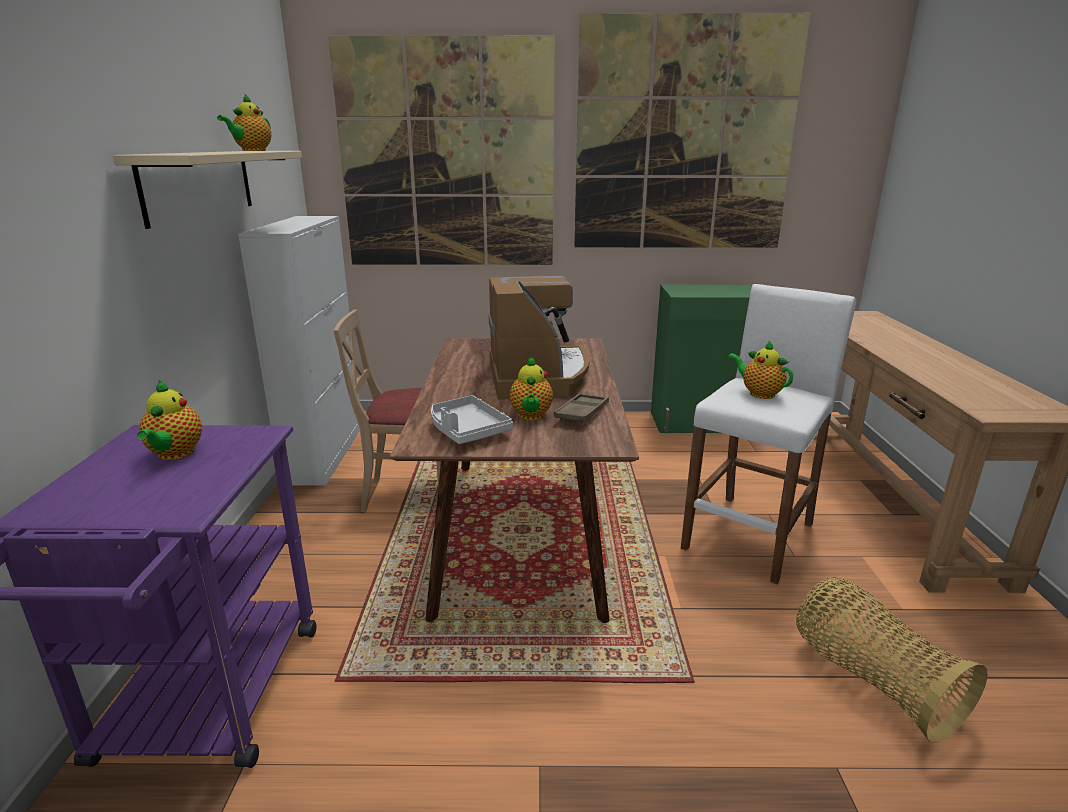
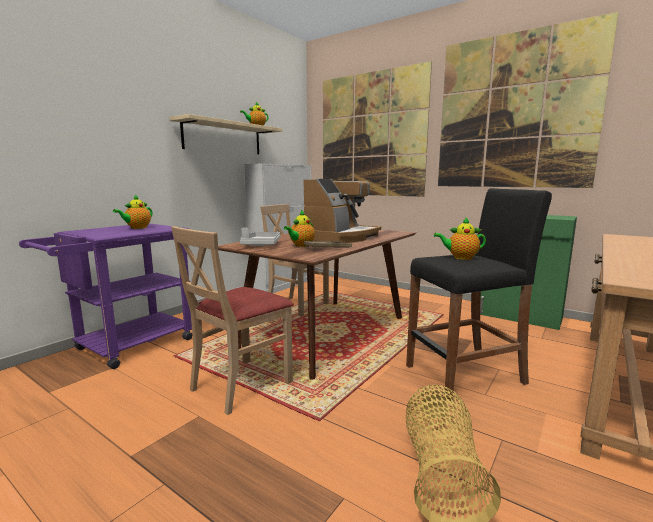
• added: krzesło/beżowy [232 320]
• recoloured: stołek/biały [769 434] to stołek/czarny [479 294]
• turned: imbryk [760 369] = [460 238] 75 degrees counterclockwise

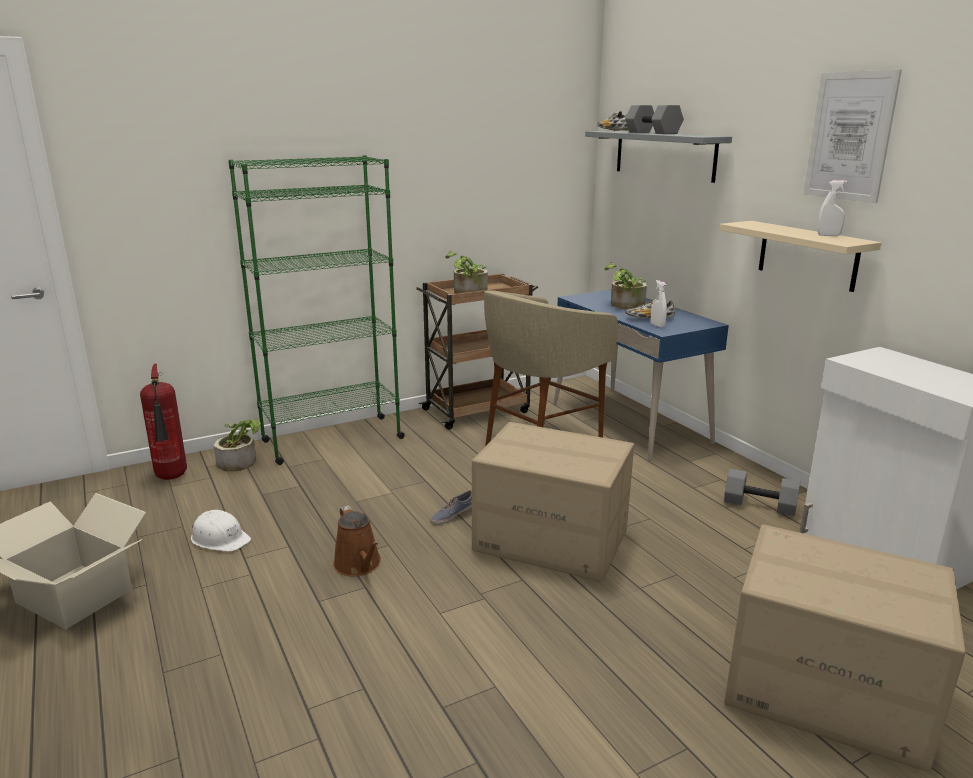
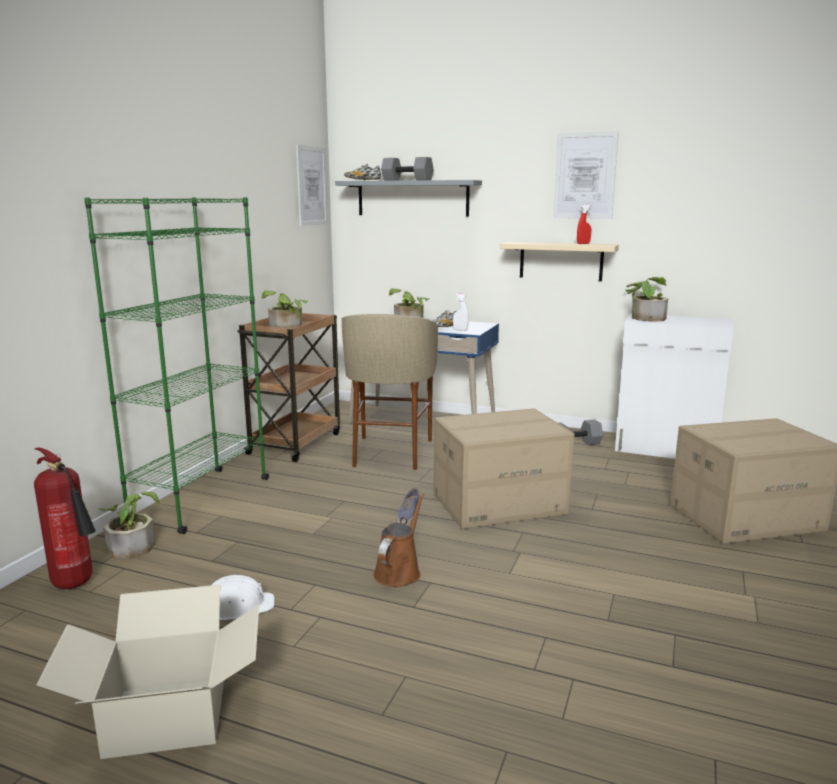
• added: obraz [312 185]
• added: roślina doniczkowa [646 299]
• recoloured: spryskiwacz/biały [832 208] to spryskiwacz/czerwony [584 224]
• turned: konewka/brązowy [357 540] = [398 540] 90 degrees counterclockwise

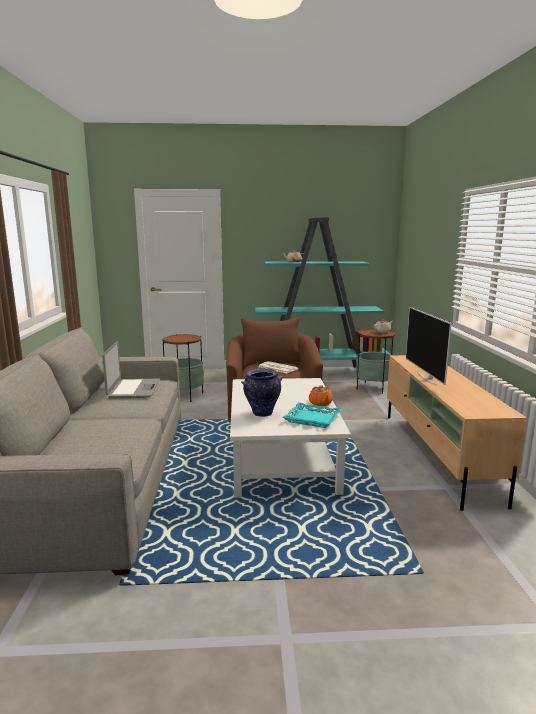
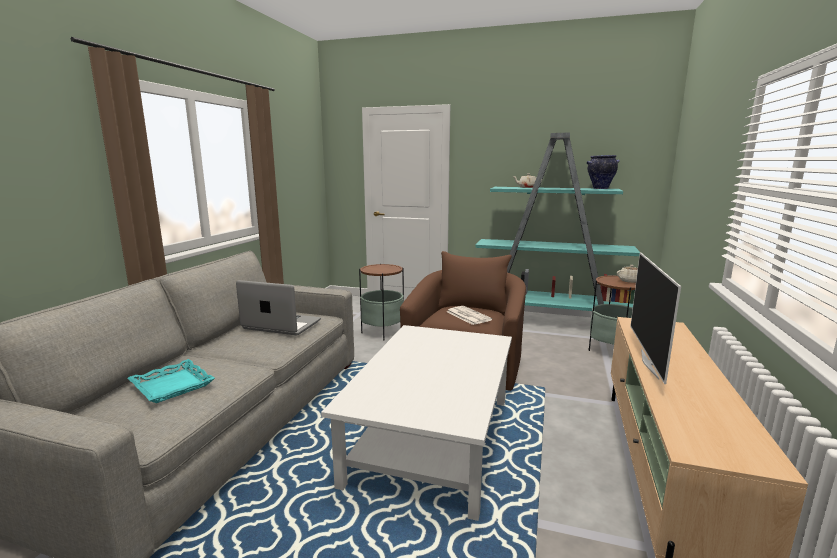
• removed: imbryk/pomarańczowy [321 395]
• moved: wazon [262 392] to [603 172]
• moved: taca/turkusowy [312 415] to [171 381]
• turned: laptop [131 369] = [278 307] 90 degrees counterclockwise

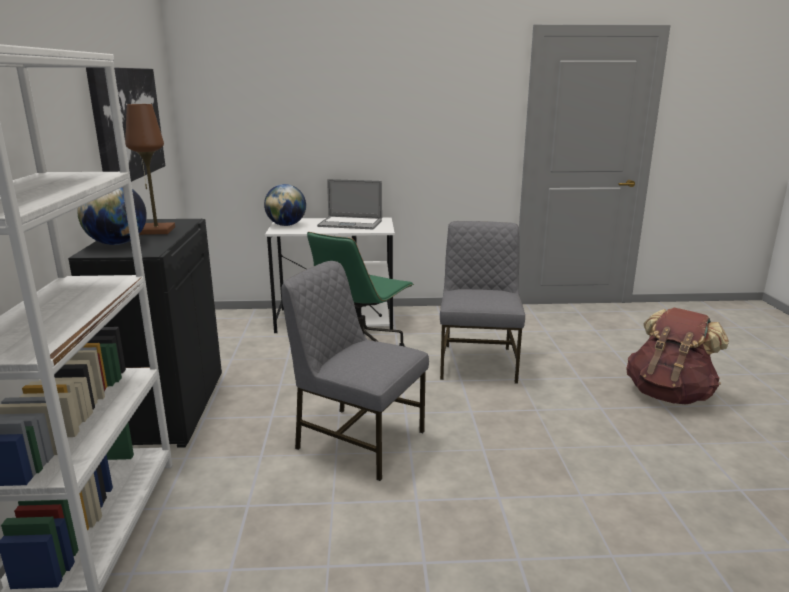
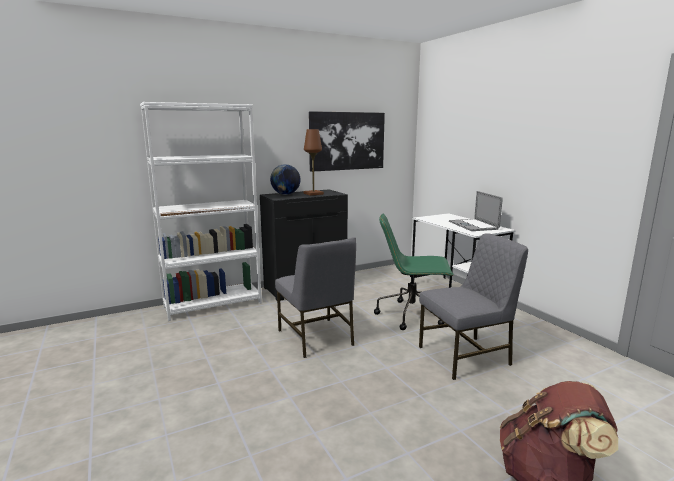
• removed: globus [285 205]
• turned: krzesło/szary [355 371] = [315 297] 150 degrees clockwise

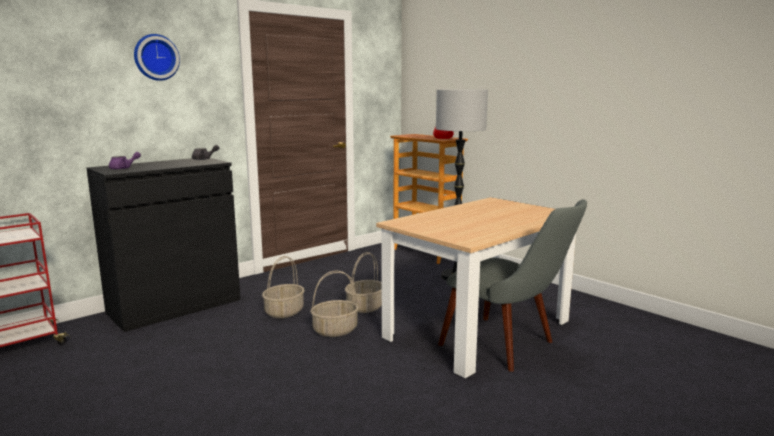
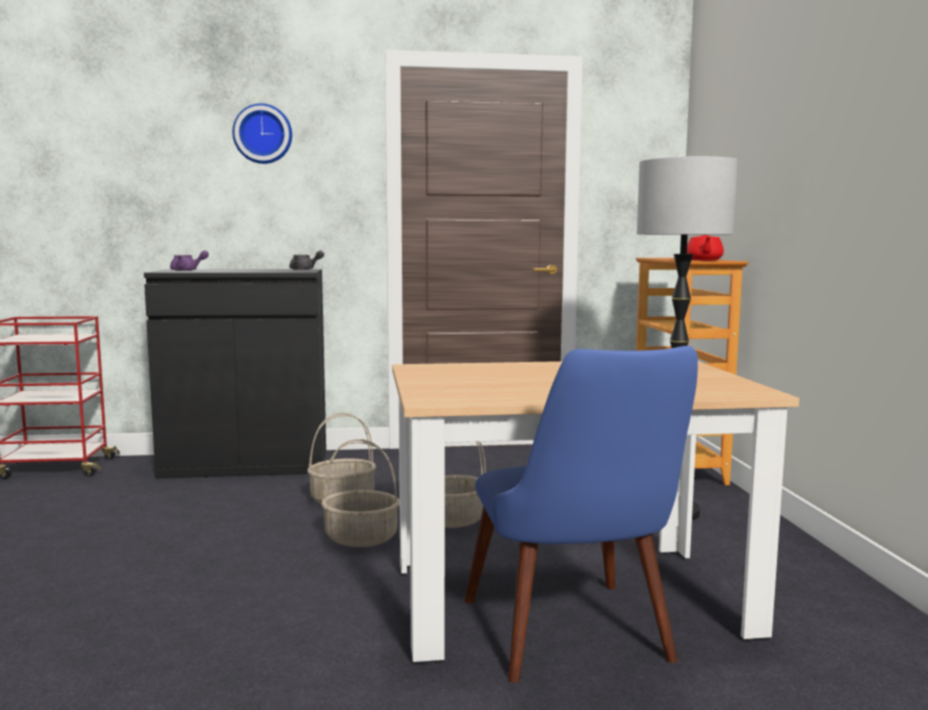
• recoloured: krzesło/szary [512 286] to krzesło/niebieski [581 514]

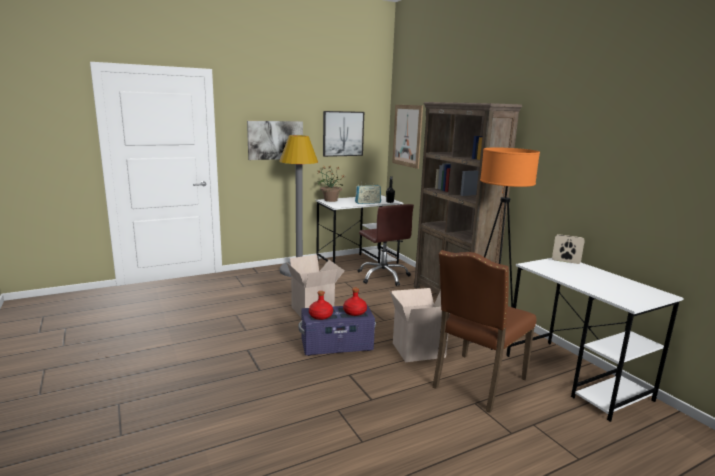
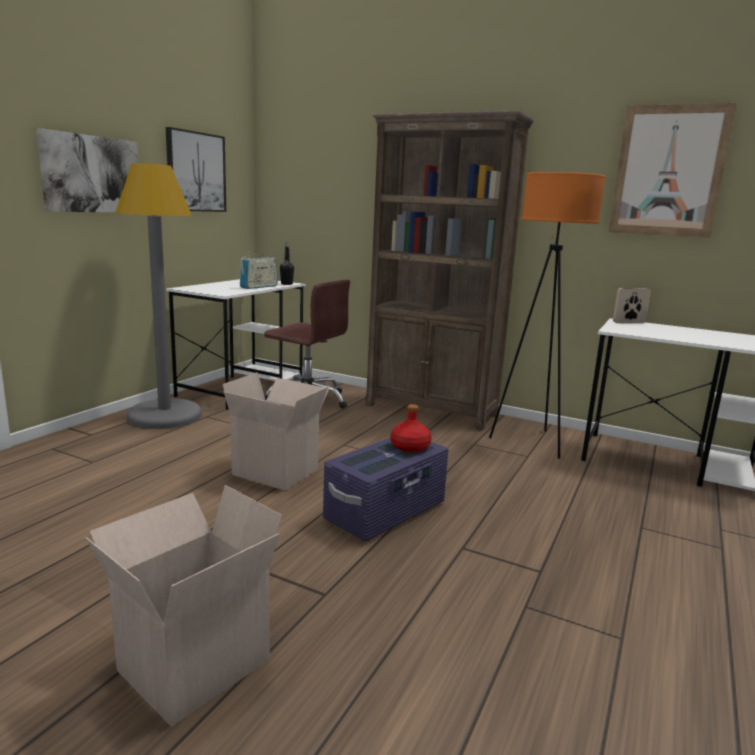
• removed: butelka/czerwony [321 305]
• removed: roślina doniczkowa [330 183]
• removed: krzesło/brązowy [484 331]
• moved: karton [419 325] to [183 606]
• moved: obraz [407 137] to [672 170]

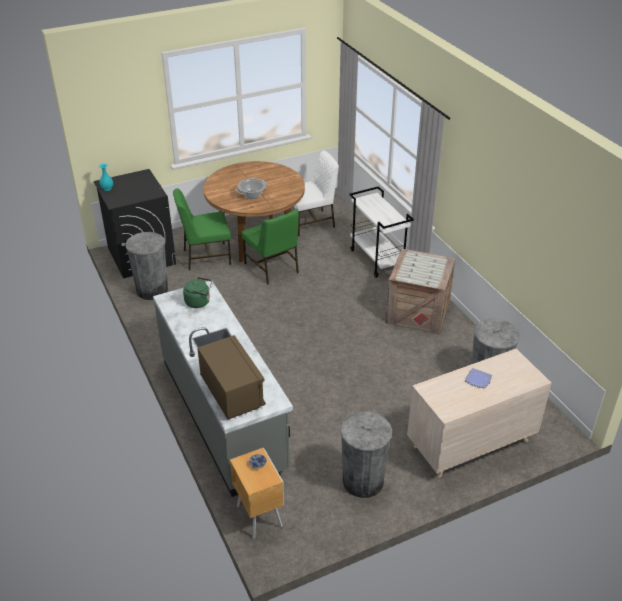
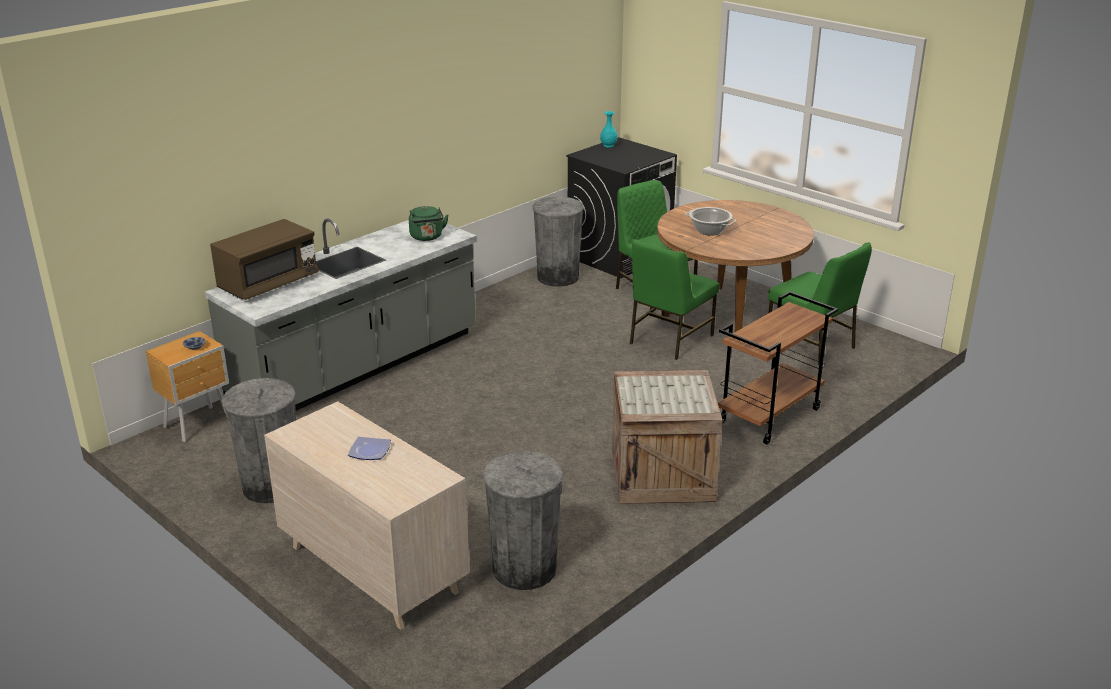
• recoloured: krzesło/biały [316 193] to krzesło/zielony [820 303]
• recoloured: wózek/biały [381 232] to wózek/brązowy [778 367]

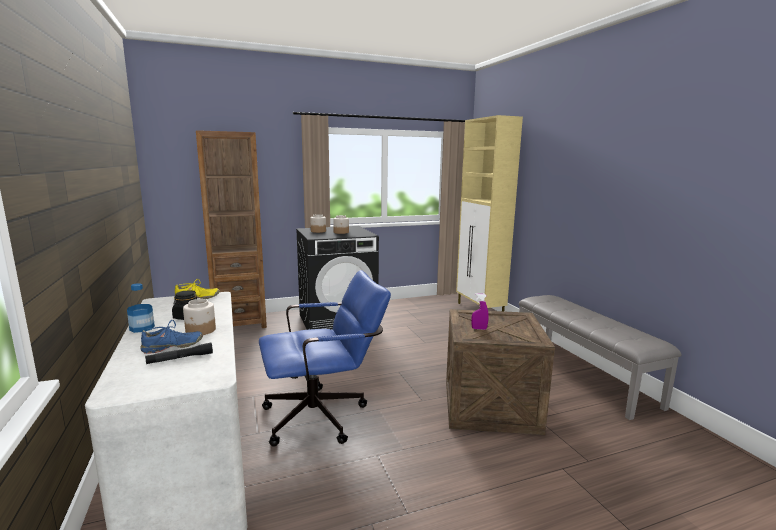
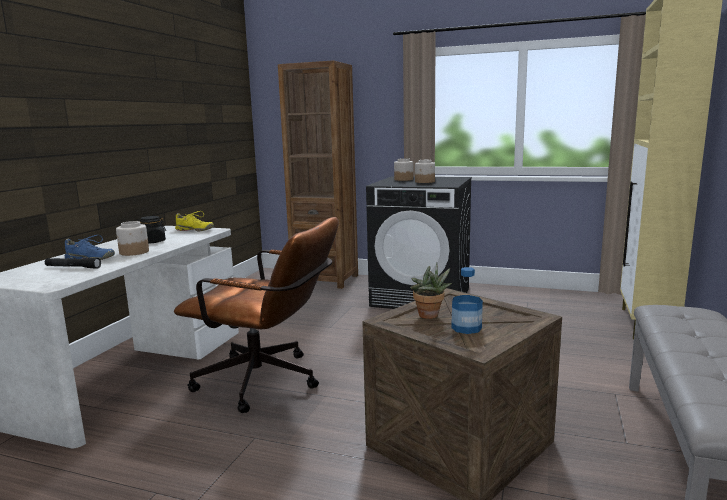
• moved: butelka [141 308] to [467 300]
• replaced: spryskiwacz/fioletowy [480 311] to roślina doniczkowa [431 291]
• recoloured: krzesło biurowe/niebieski [325 358] to krzesło biurowe/brązowy [256 315]

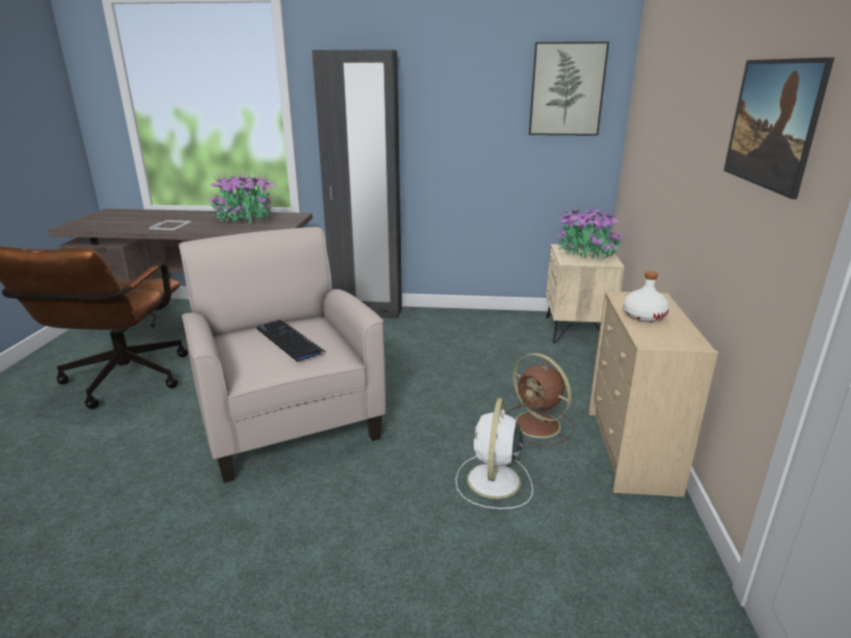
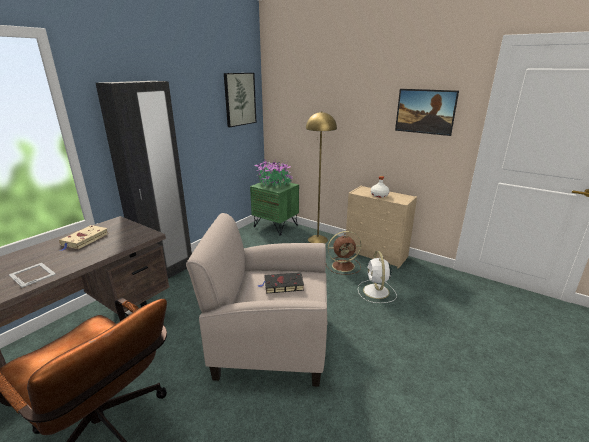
• added: lampa stojąca/żółty [321 177]
• replaced: roślina doniczkowa [241 198] to książka/beżowy [84 238]
• replaced: klawiatura [291 341] to książka/czarny [281 283]
• recoloured: szafka nocna/beżowy [585 293] to szafka nocna/zielony [274 207]
• turned: wentylator/biały [494 453] = [377 277] 45 degrees clockwise

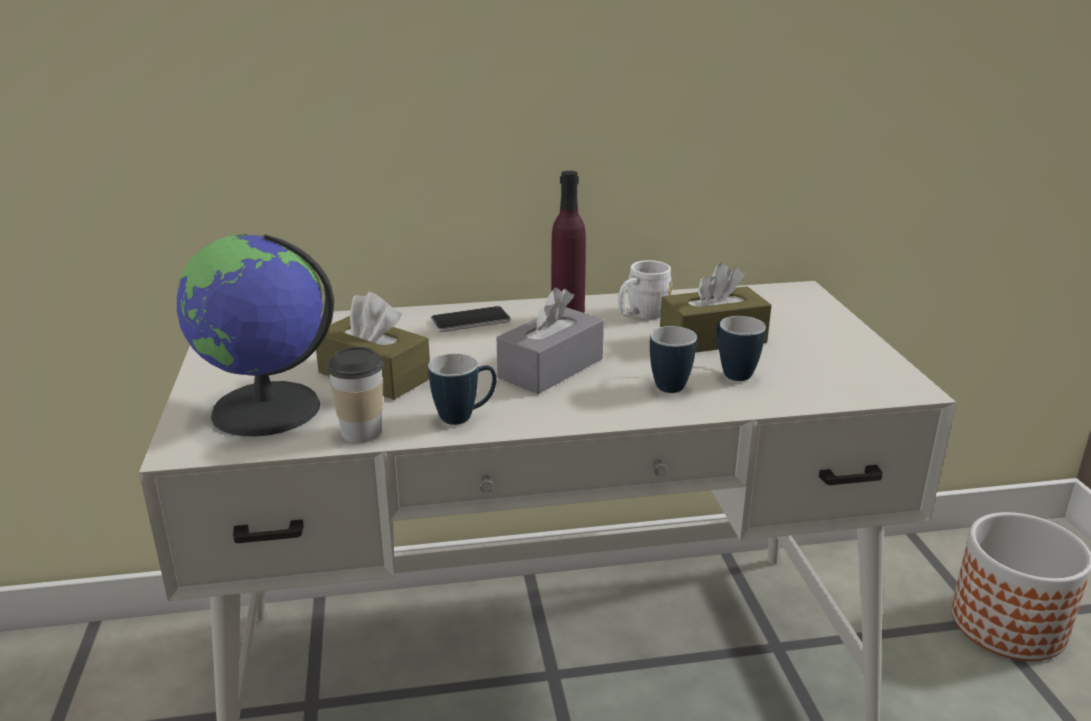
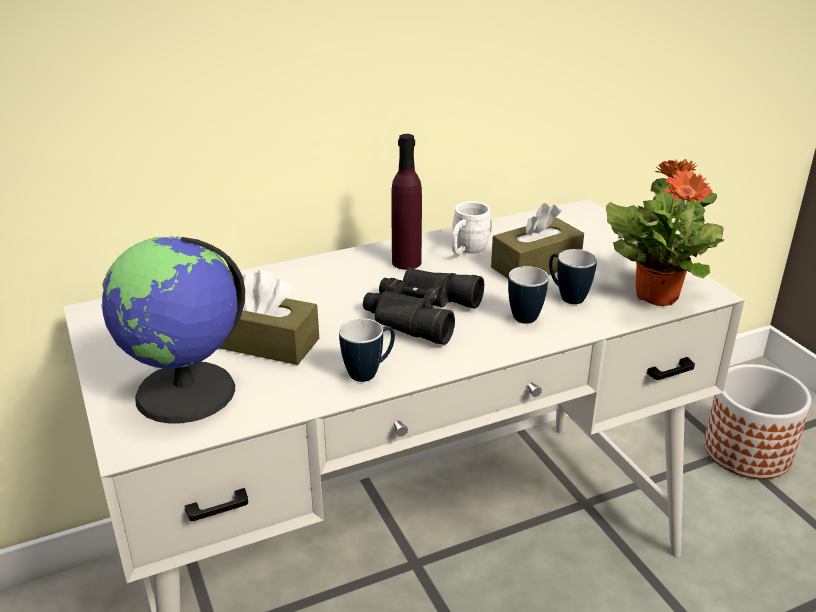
• removed: filiżanka [355 394]
• removed: telefon [471 319]
• added: roślina doniczkowa [665 232]
• replaced: pudełko chusteczek/szary [550 341] to lornetka/czarny [423 306]

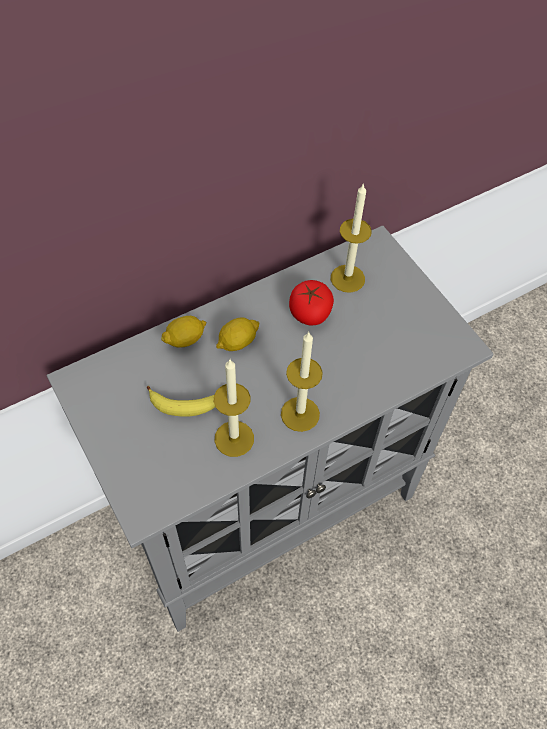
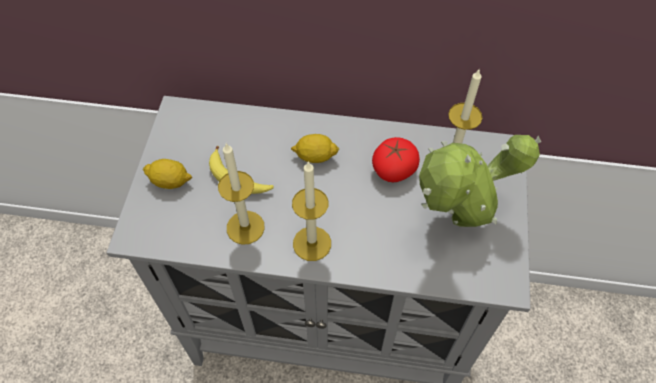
• added: roślina doniczkowa [480 181]
• moved: cytryna [183 332] to [167 174]

